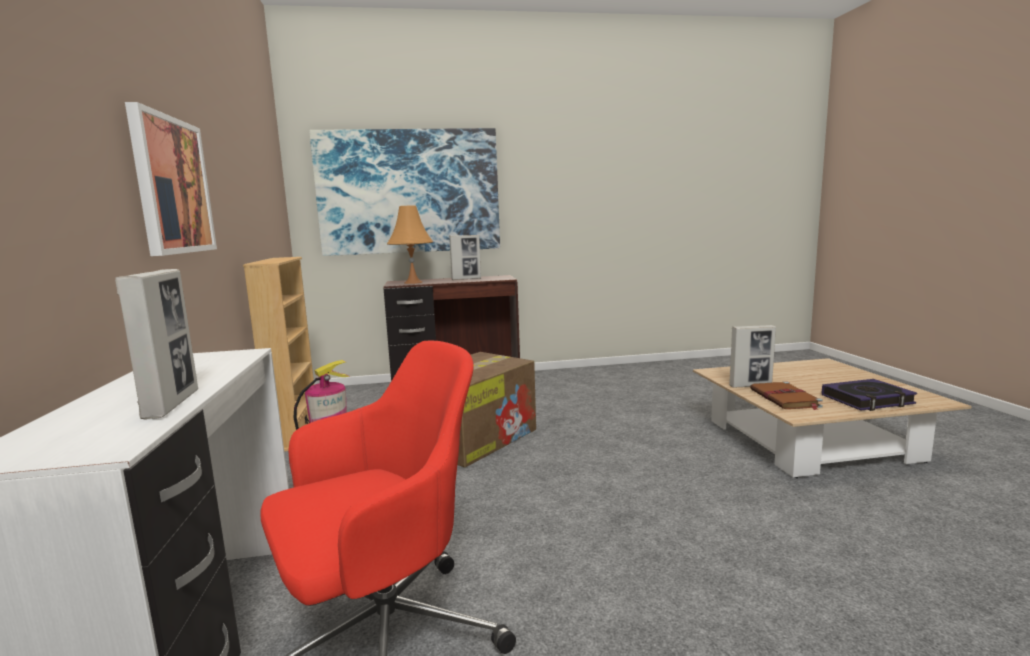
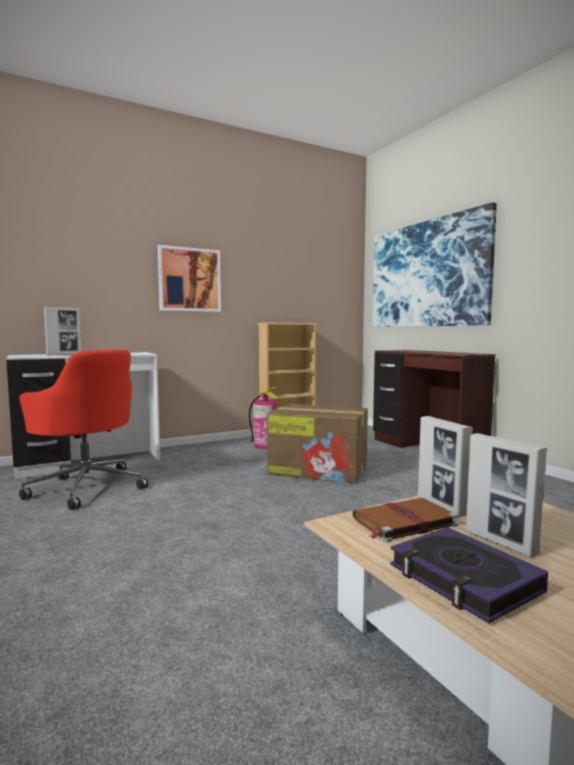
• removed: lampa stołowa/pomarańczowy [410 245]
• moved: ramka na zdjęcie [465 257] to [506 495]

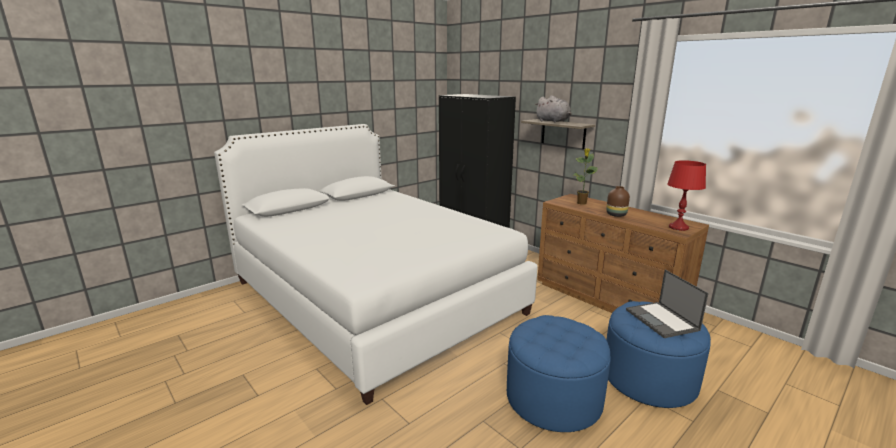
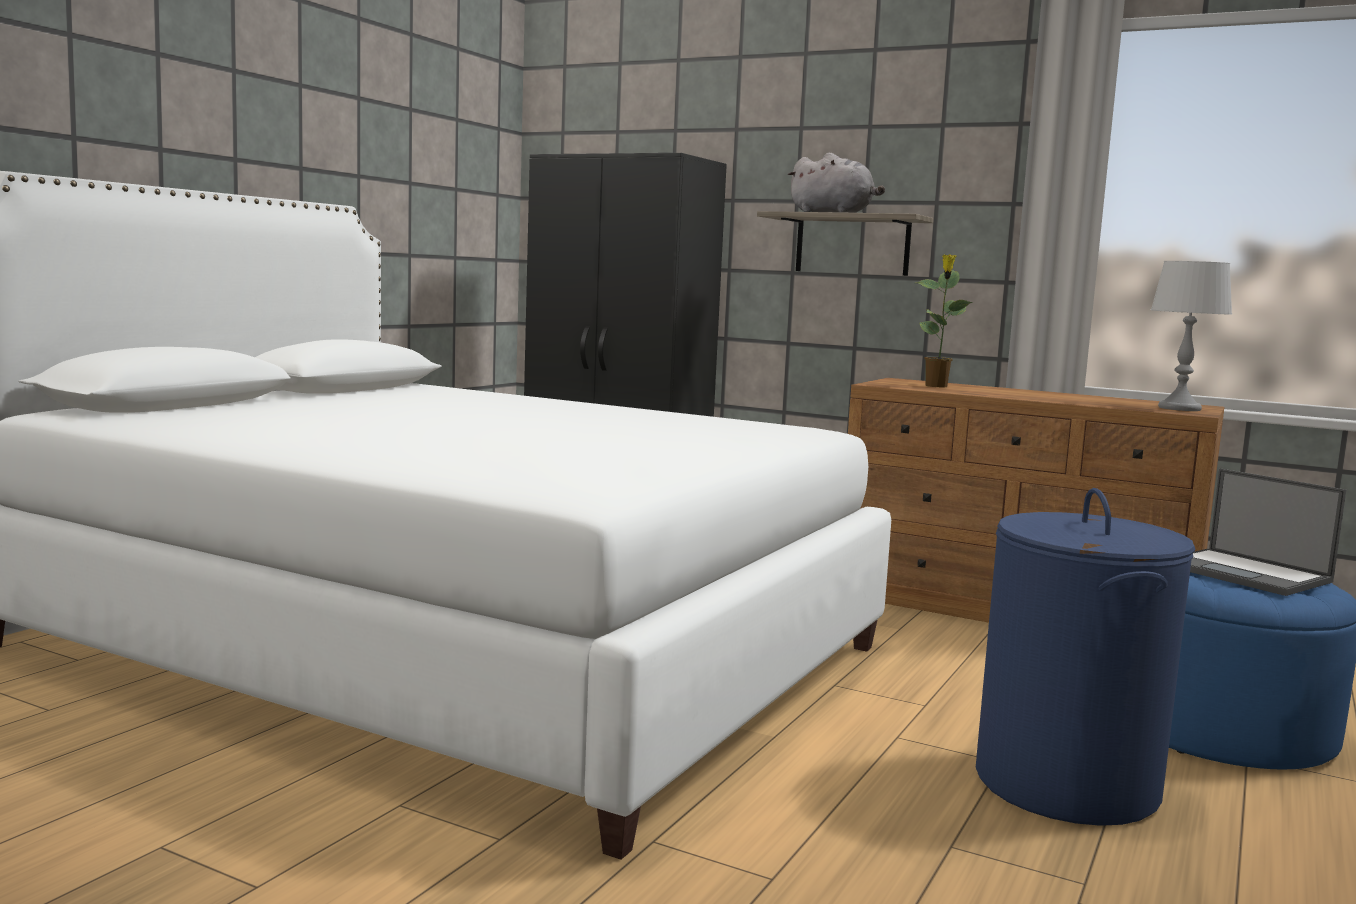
• removed: wazon/brązowy [618 201]
• replaced: pufa/niebieski [559 373] to kosz na pranie/niebieski [1086 657]
• recoloured: lampa stołowa/czerwony [686 195] to lampa stołowa/szary [1191 336]

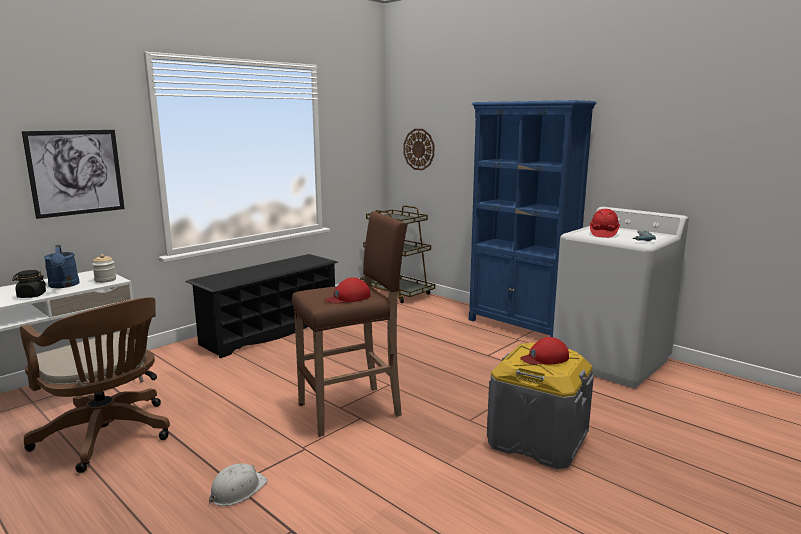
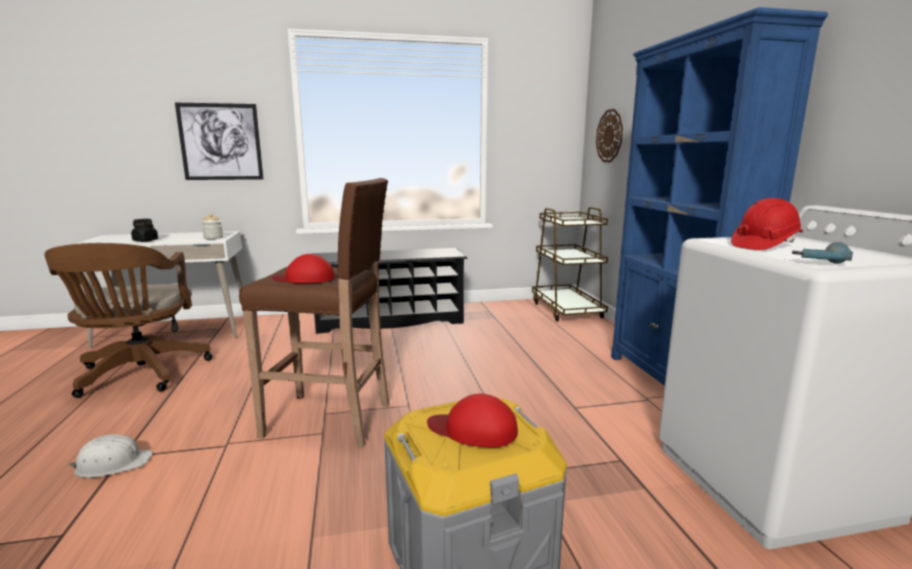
• removed: konewka/niebieski [62 266]

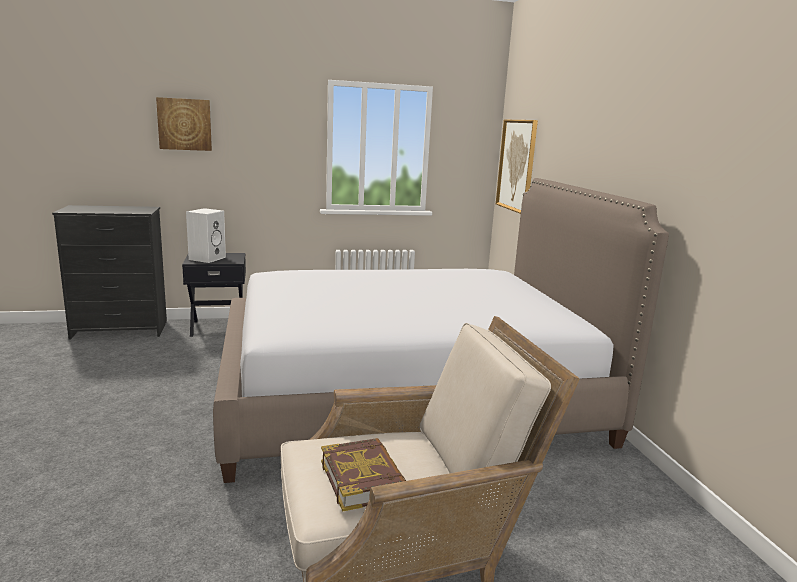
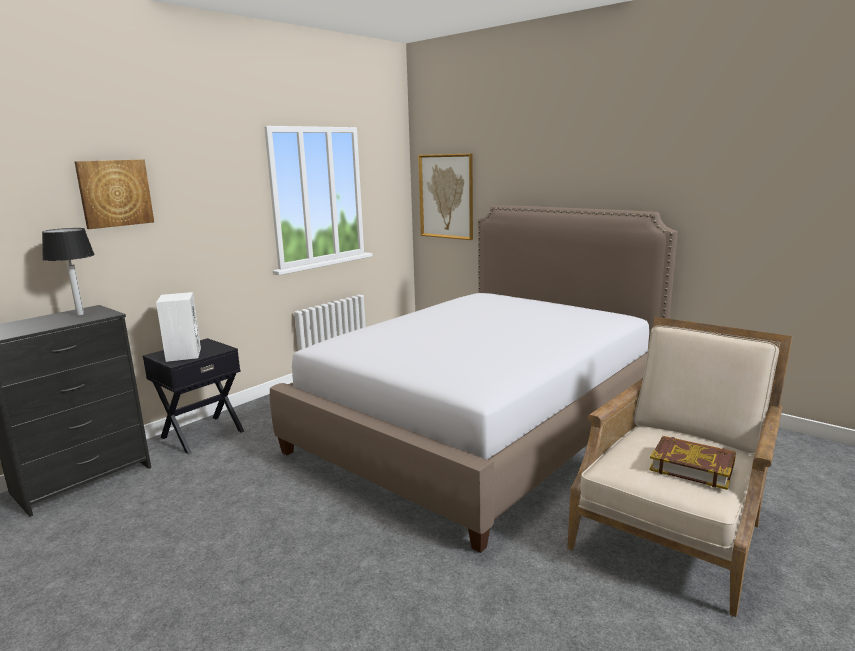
• added: lampa stołowa [68 272]

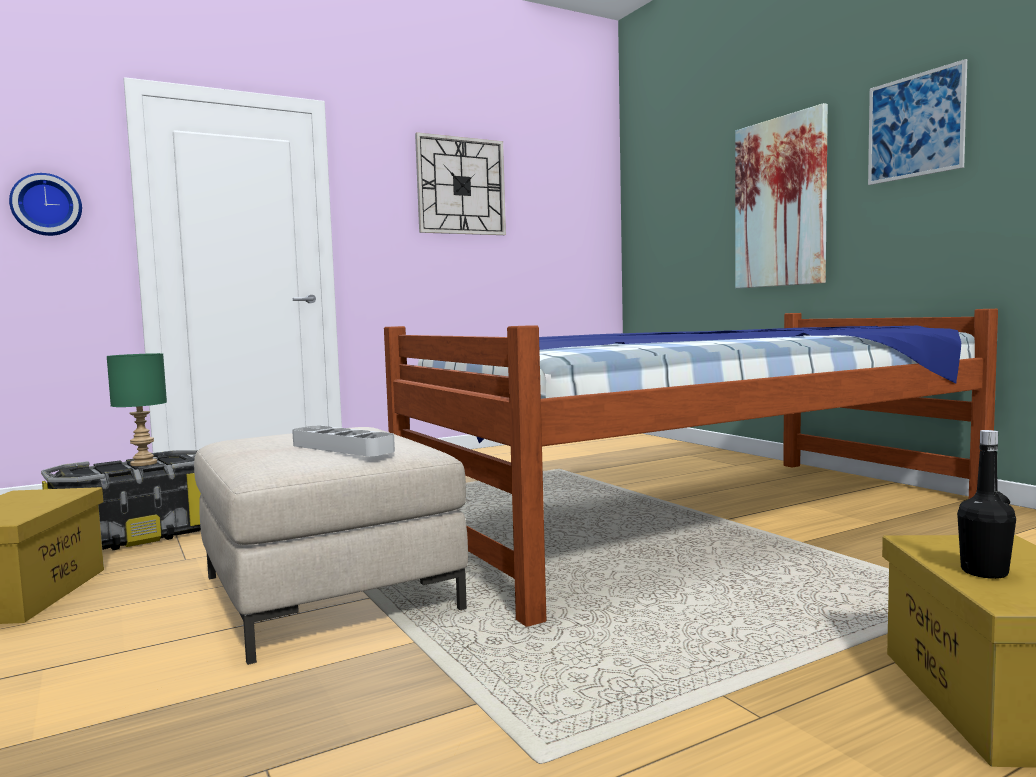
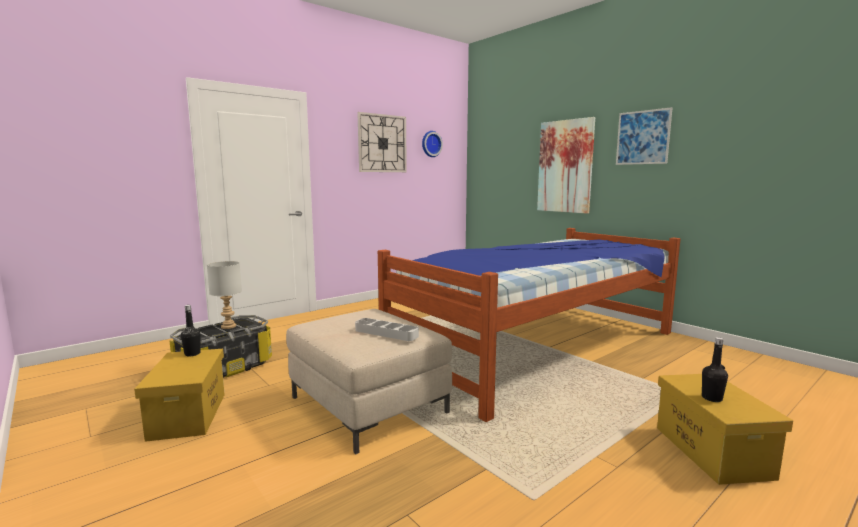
• added: butelka/czarny [191 330]
• moved: zegar ścienny [45 204] to [432 144]
• recoloured: lampa stołowa/zielony [137 409] to lampa stołowa/szary [224 295]

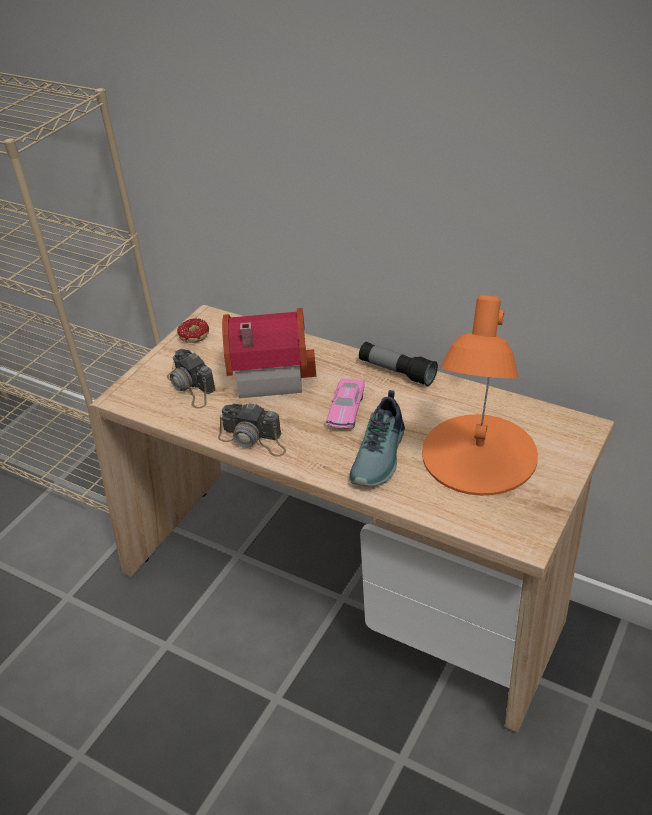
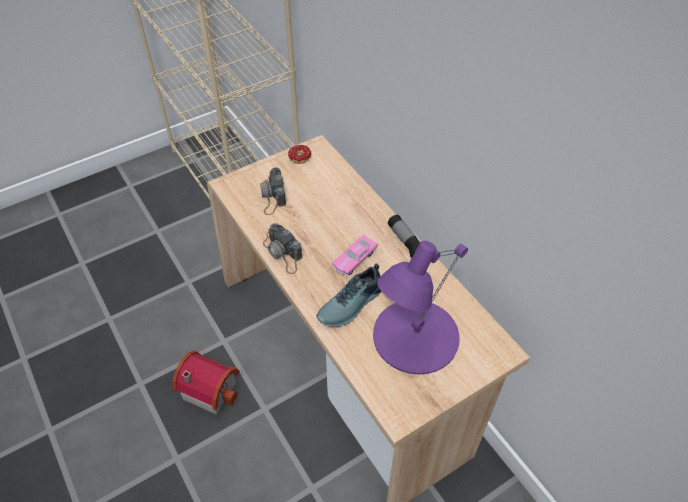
• moved: domek [269 353] to [206 382]
• recoloured: lampa stołowa/pomarańczowy [480 395] to lampa stołowa/fioletowy [420 307]

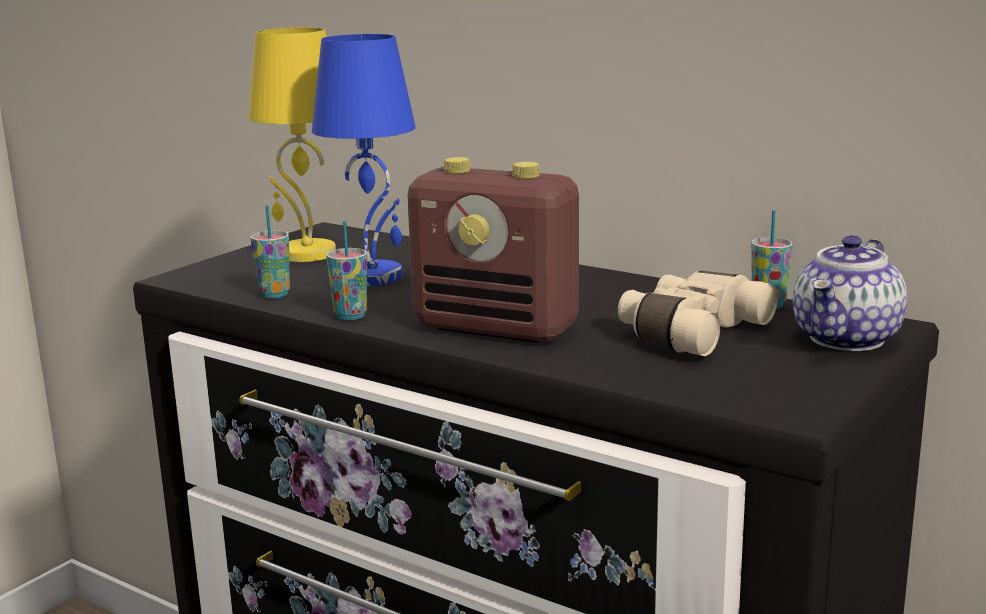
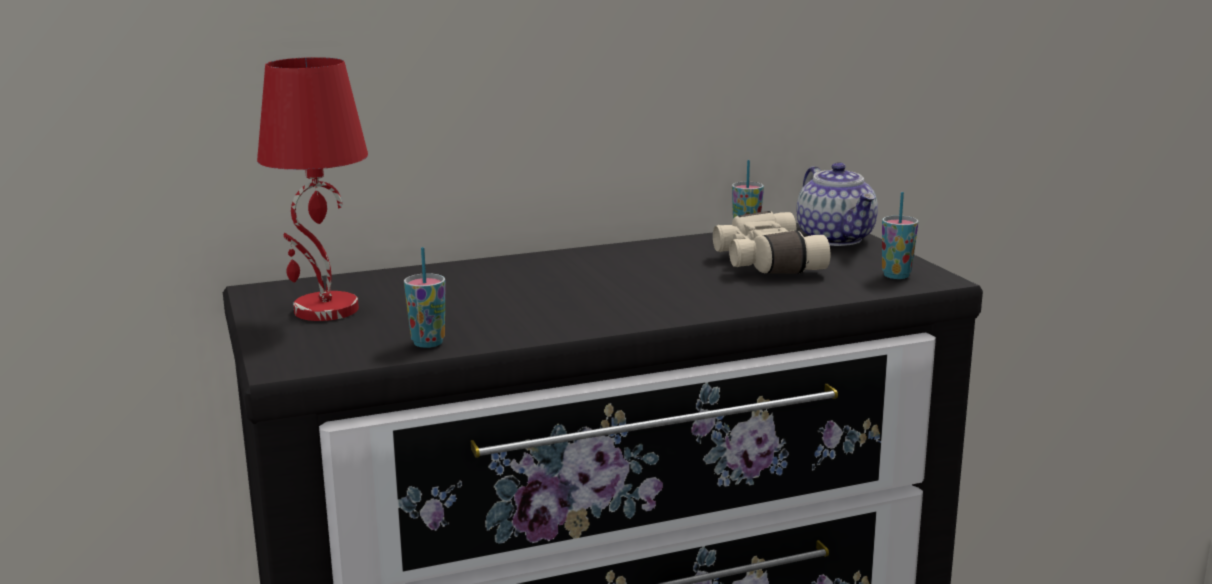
• removed: lampa stołowa/niebieski [364 160]
• removed: radio [493 250]
• moved: filiżanka [346 270] to [900 235]
• recoloured: lampa stołowa/żółty [292 144] to lampa stołowa/czerwony [312 189]

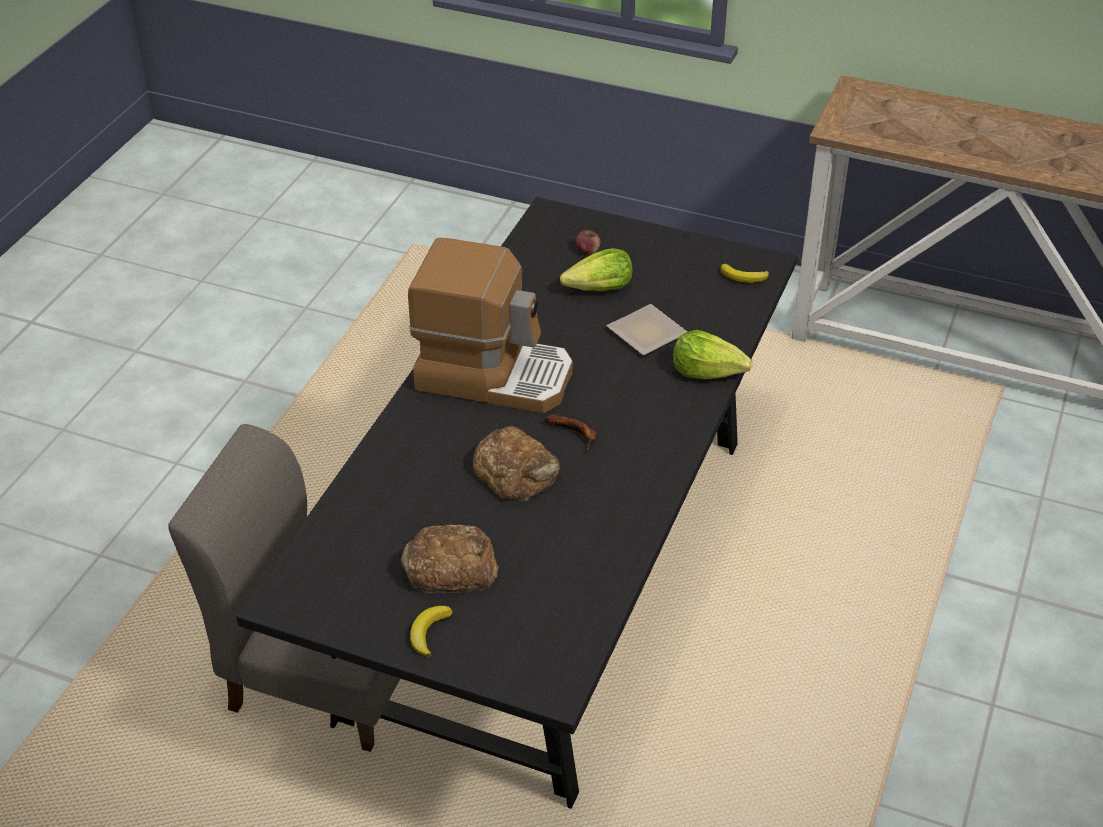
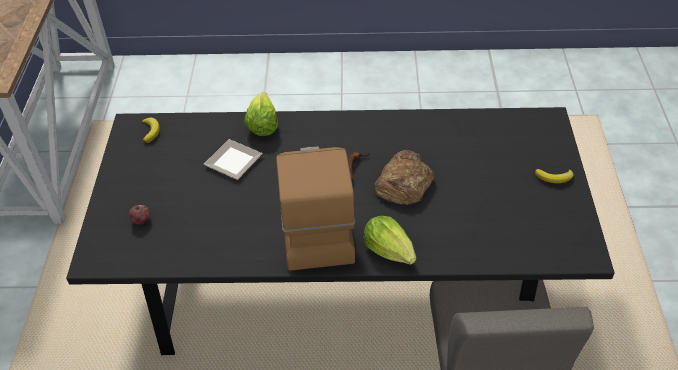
• removed: chleb [449 559]
• moved: sałata [596 269] to [389 240]

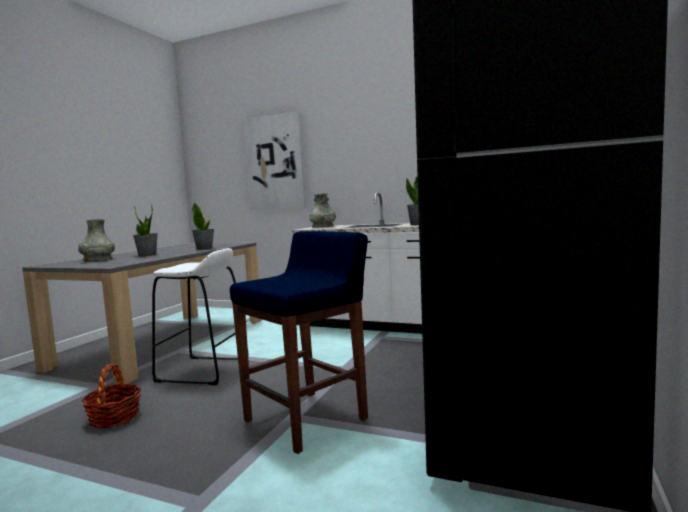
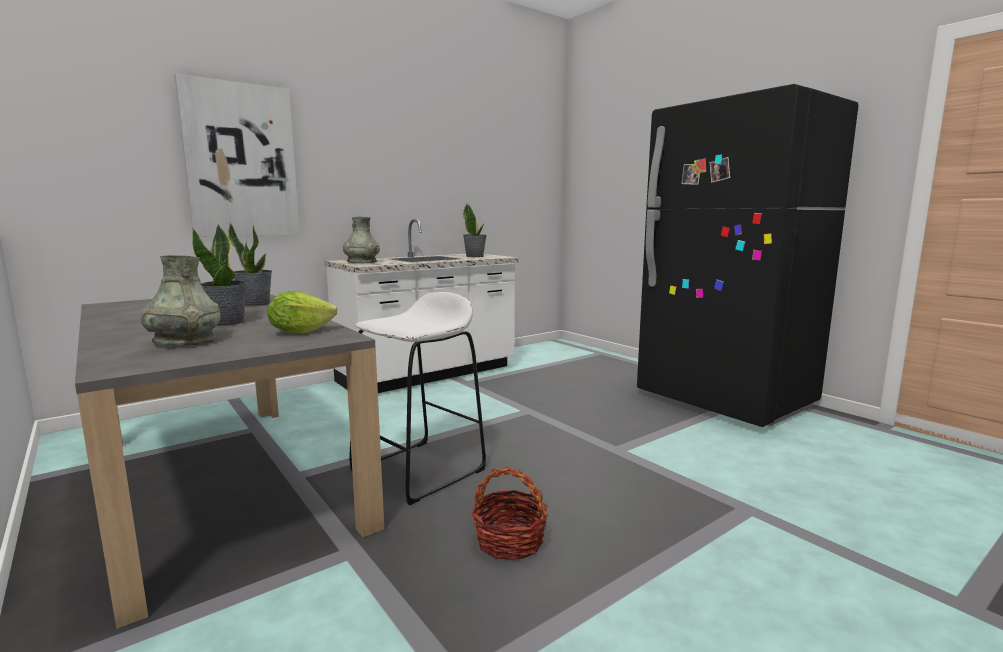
• removed: stołek/niebieski [299 342]
• added: sałata [302 312]

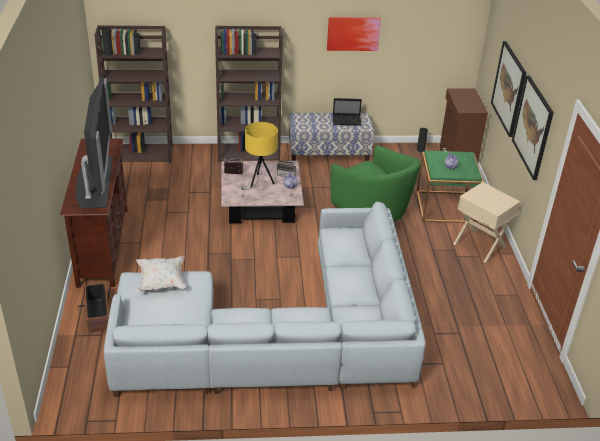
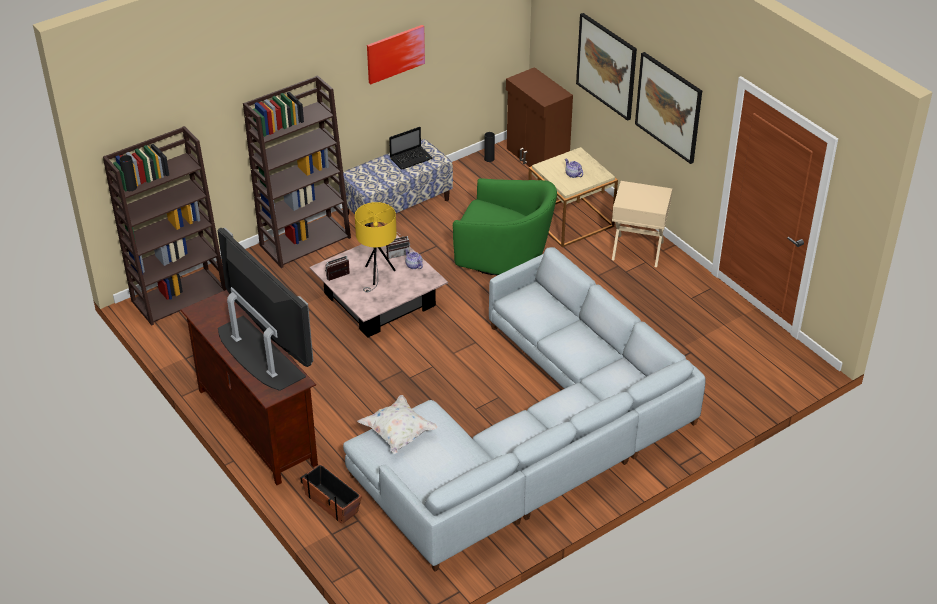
• recoloured: stolik/zielony [450 187] to stolik/beżowy [573 197]

